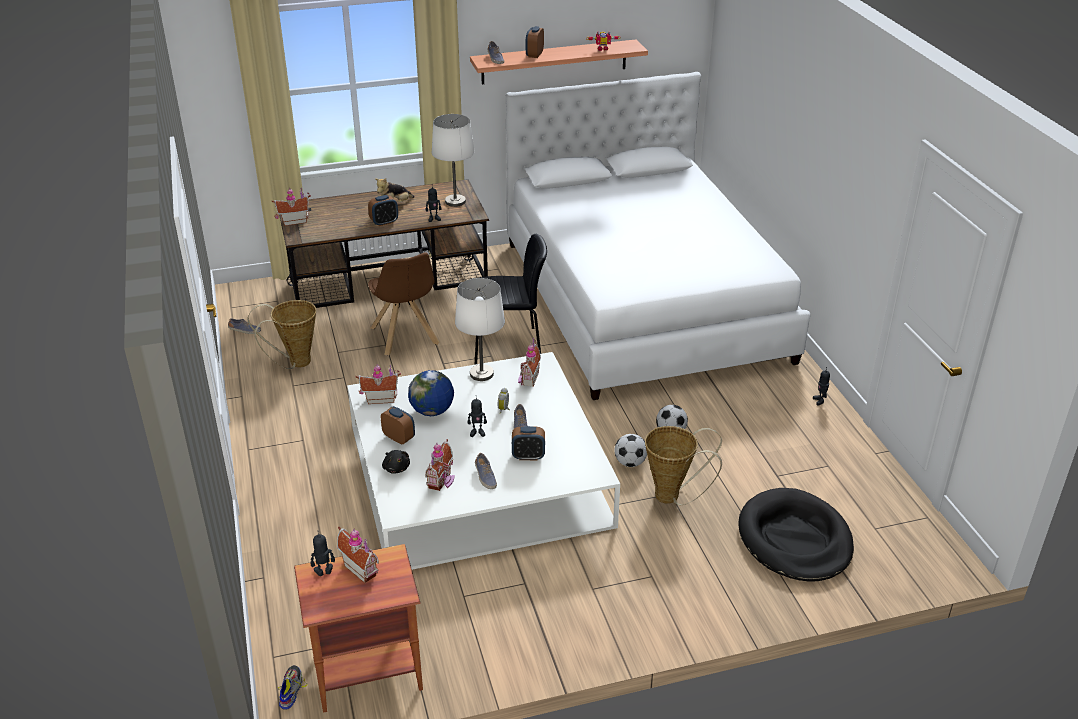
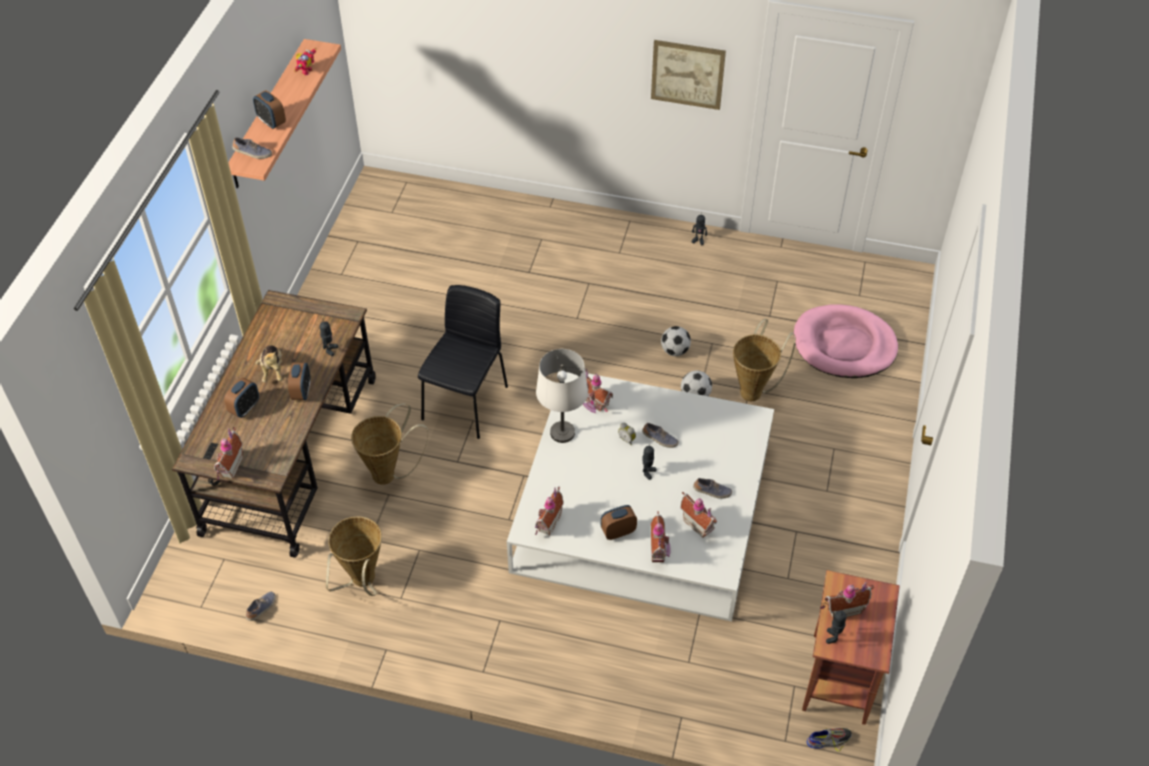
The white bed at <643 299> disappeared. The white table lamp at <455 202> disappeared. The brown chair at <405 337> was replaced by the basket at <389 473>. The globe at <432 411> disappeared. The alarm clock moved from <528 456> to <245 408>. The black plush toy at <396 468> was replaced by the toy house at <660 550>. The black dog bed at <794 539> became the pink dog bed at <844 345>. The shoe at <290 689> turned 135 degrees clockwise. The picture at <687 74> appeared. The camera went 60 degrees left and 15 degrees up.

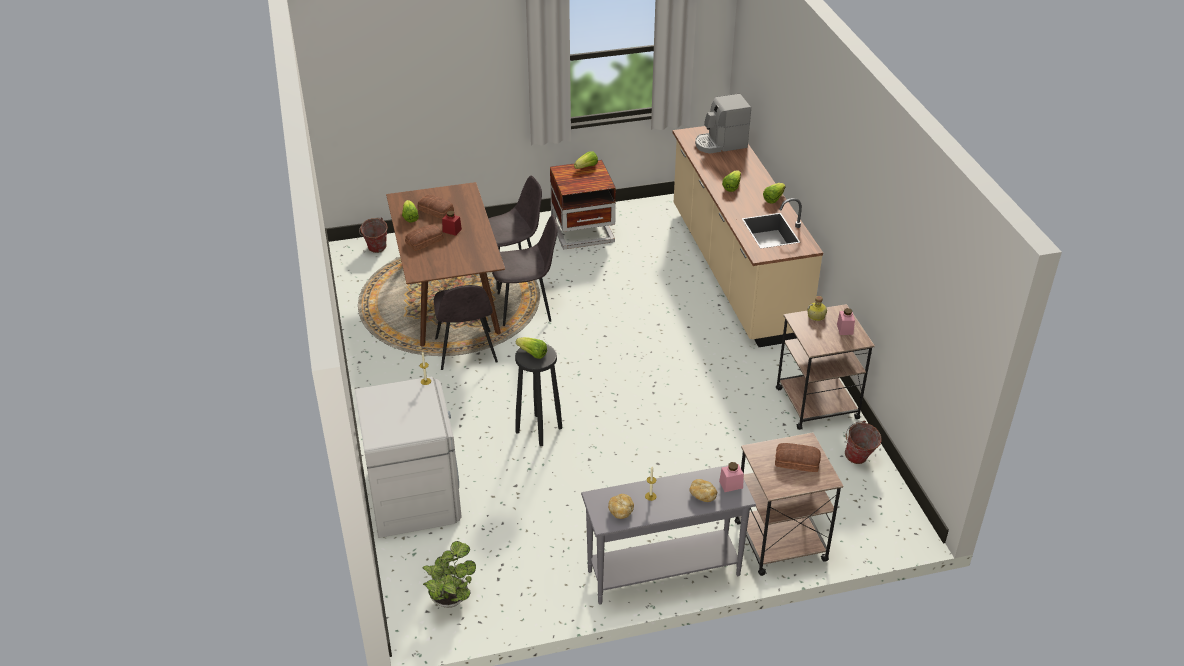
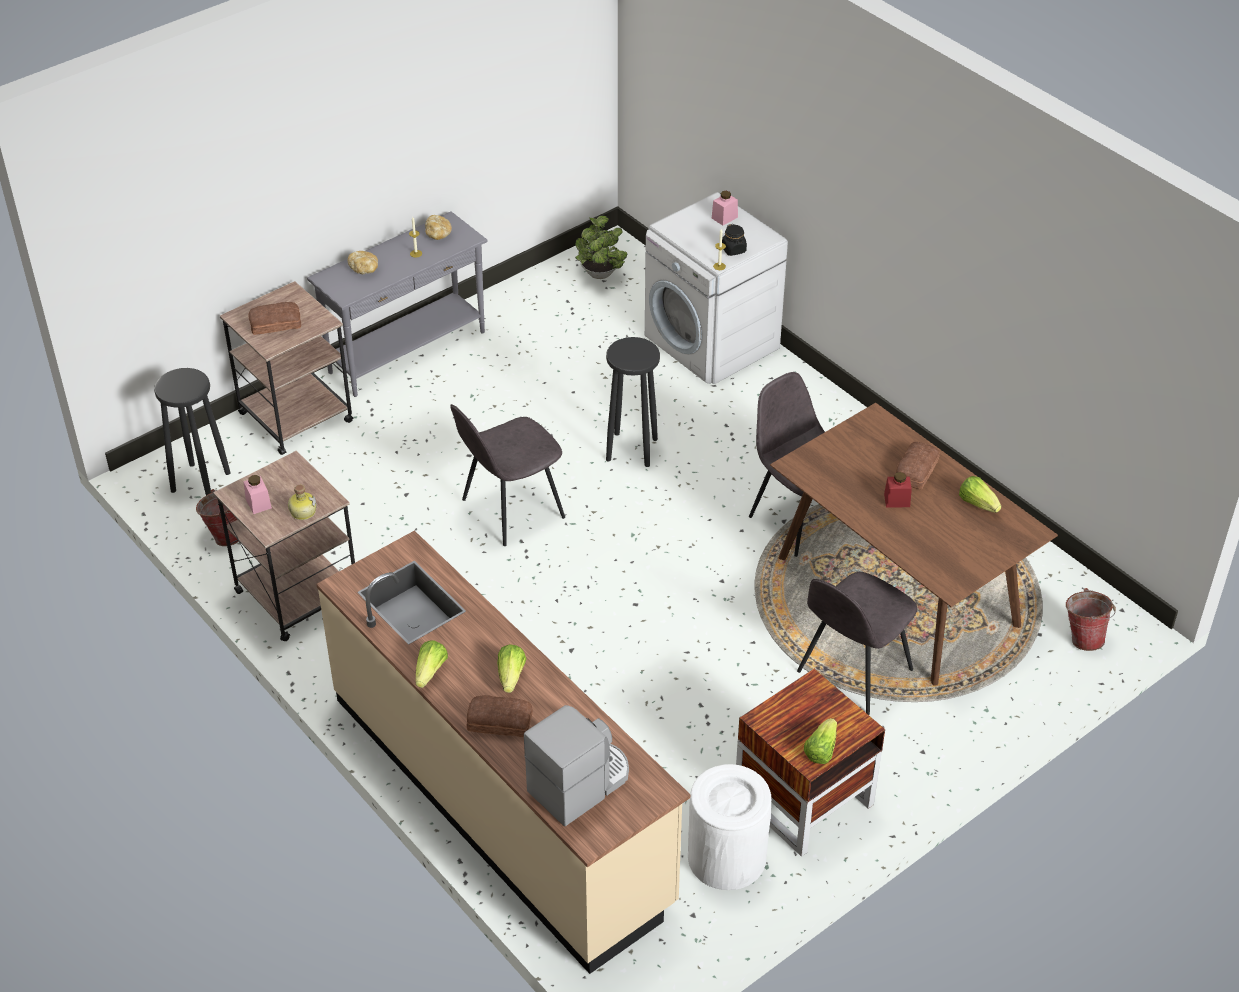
The bread moved from <435 211> to <499 721>. The grey chair moved from <526 307> to <510 510>. The lettuce at <532 354> disappeared. The pink jar moved from <731 485> to <724 217>. The black jar at <733 250> appeared. The black stool at <201 481> appeared. The white trash can at <727 857> appeared. The camera went 155 degrees right and 5 degrees up.

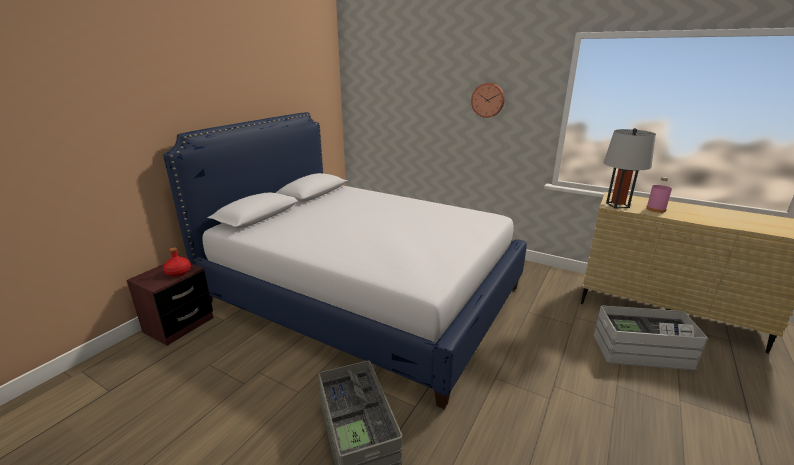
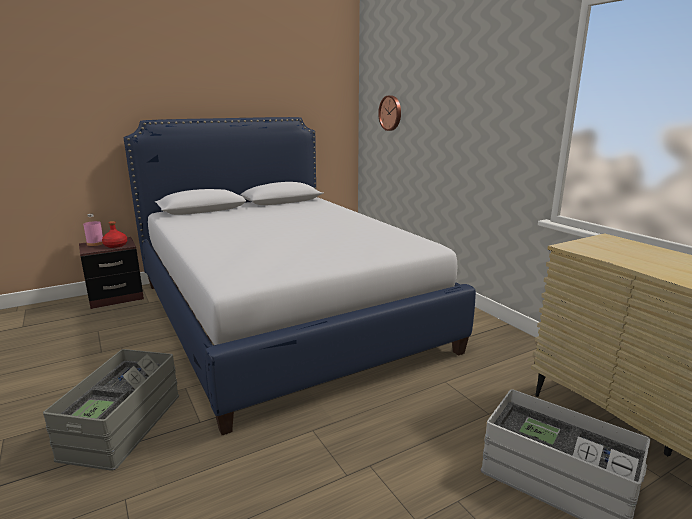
The wall clock moved from <488 100> to <391 113>. The grey table lamp at <617 205> disappeared. The pink bottle moved from <655 209> to <95 243>. The camera went 30 degrees right and 5 degrees down.

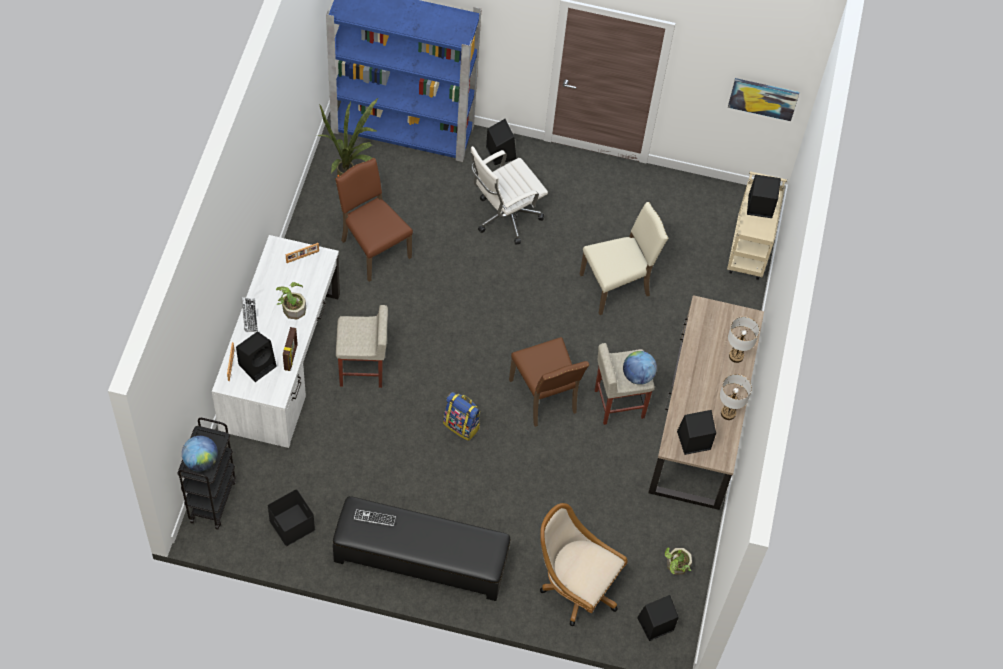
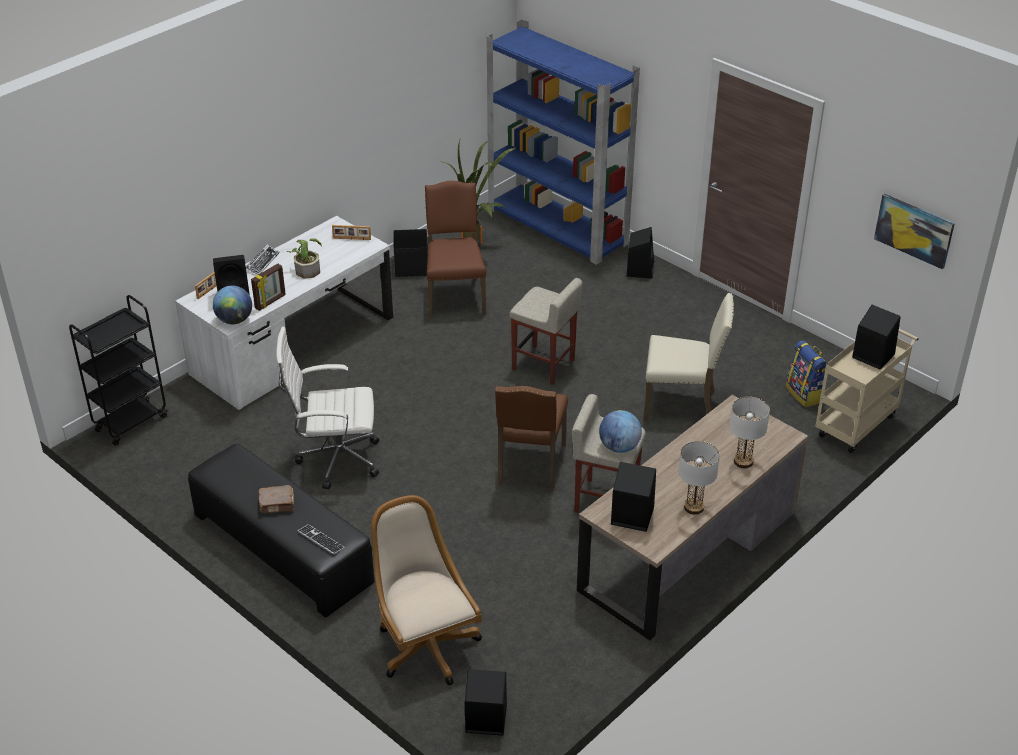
The white office chair moved from <505 218> to <335 460>. The beige stool moved from <362 369> to <544 365>. The backpack moved from <462 425> to <805 394>. The globe moved from <201 461> to <234 320>. The black storage box moved from <291 524> to <410 266>. The keyboard moved from <374 518> to <321 540>. The potted plant at <676 566> disappeared. The brown book at <277 504> appeared. The camera went 35 degrees right and 20 degrees down.

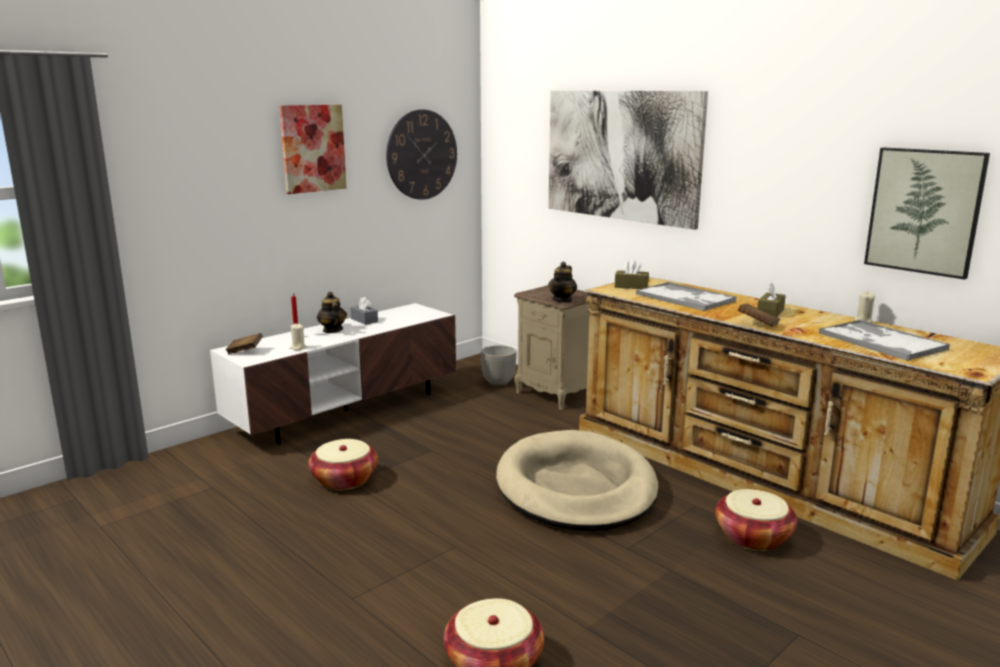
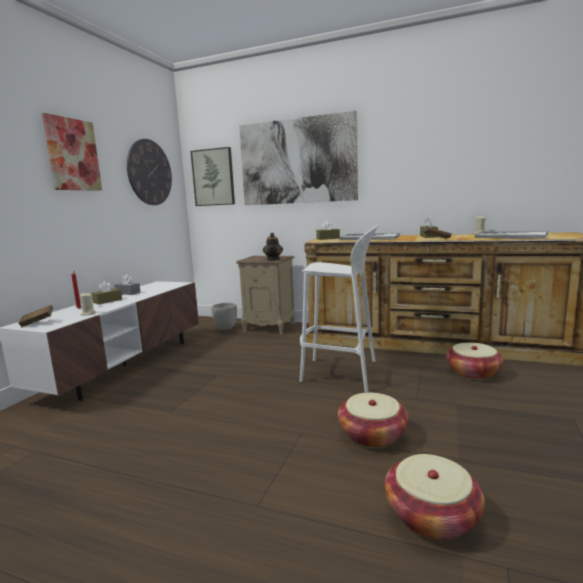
The picture moved from <924 211> to <213 177>. The teapot at <332 330> was replaced by the brown tissue box at <107 301>. The beige dog bed at <576 487> was replaced by the white stool at <341 373>. The basket moved from <344 480> to <372 435>. The camera went 25 degrees left and 5 degrees down.

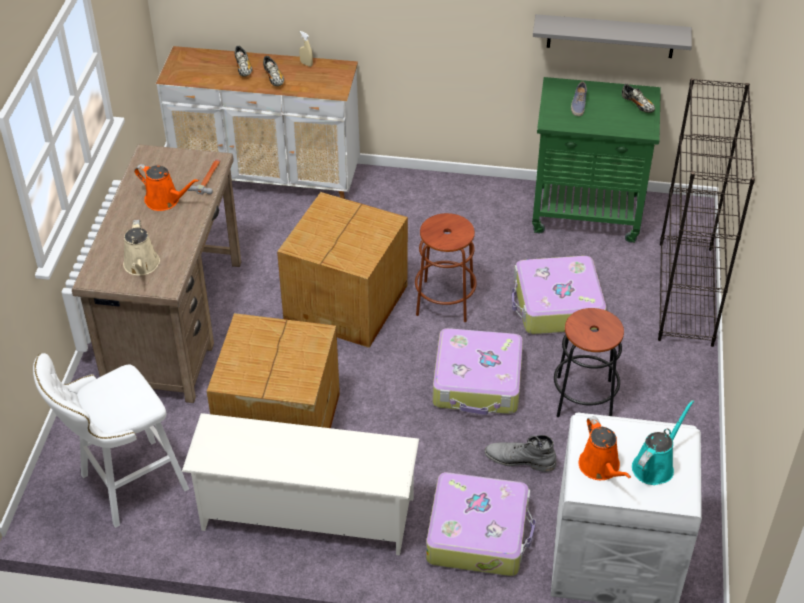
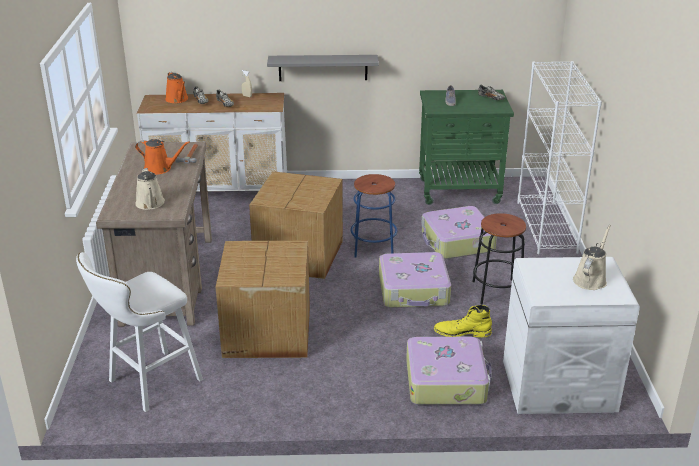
The grey shelf moved from <611 36> to <323 67>. The black bookcase at <686 294> became the white bookcase at <547 227>. The brown stool at <445 301> became the blue stool at <373 247>. The turquoise watering can at <655 465> became the beige watering can at <590 279>. The white shoe rack at <306 514> disappeared. The orange watering can moved from <601 467> to <177 99>. The grey boot at <520 459> became the yellow boot at <462 332>. The camera went 10 degrees left and 15 degrees down.

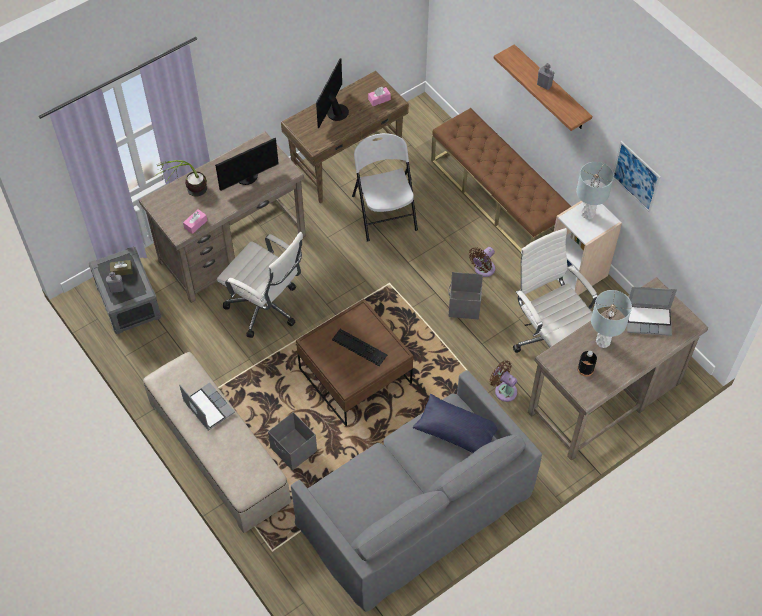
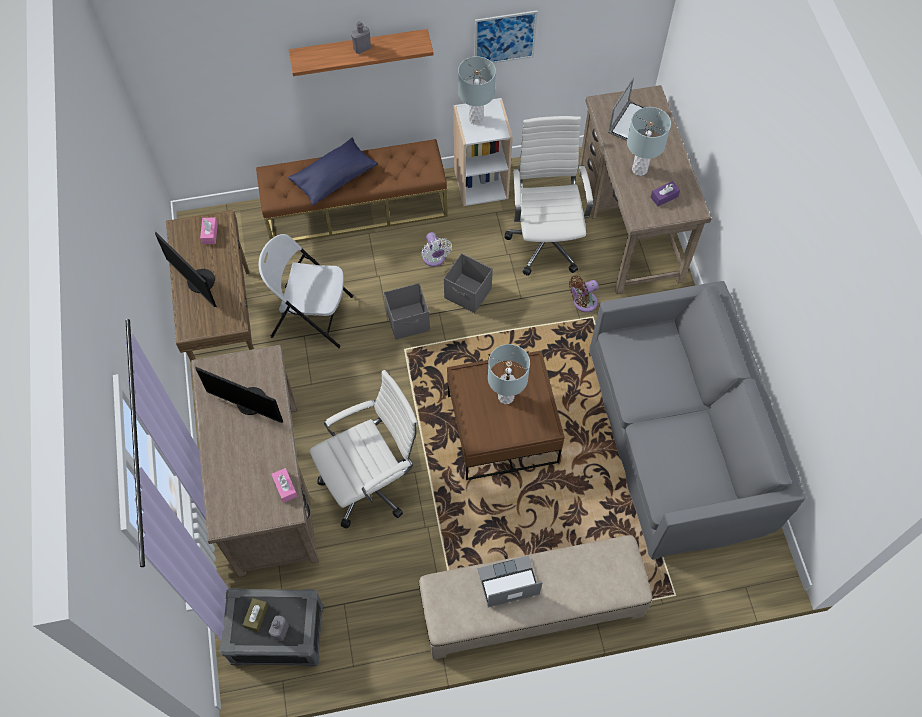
The monitor at <247 177> turned 120 degrees clockwise. The potted plant at <187 195> disappeared. The white office chair at <549 340> turned 90 degrees clockwise. The brown fan at <483 270> became the white fan at <434 259>. The keyboard at <359 347> was replaced by the grey table lamp at <505 397>. The black bottle at <585 369> was replaced by the purple tissue box at <664 197>. The blue pillow moved from <457 431> to <334 178>. The grey storage box moved from <294 450> to <408 321>. The camera went 65 degrees left and 5 degrees up.

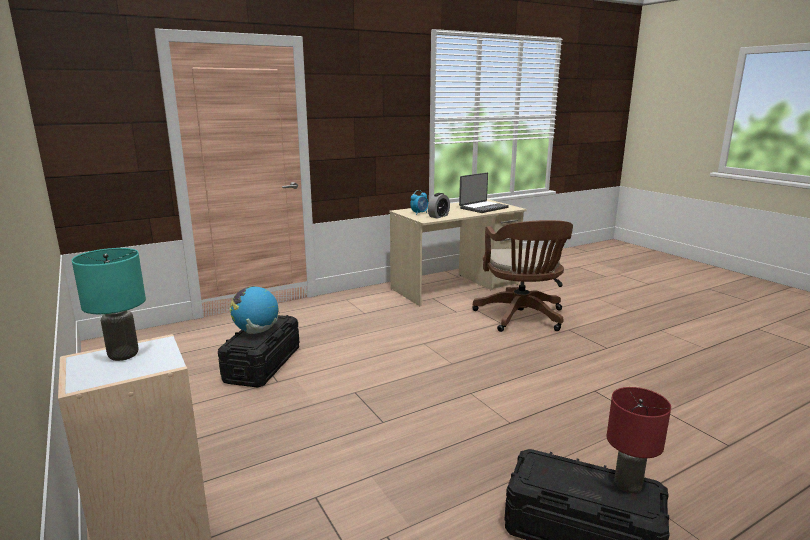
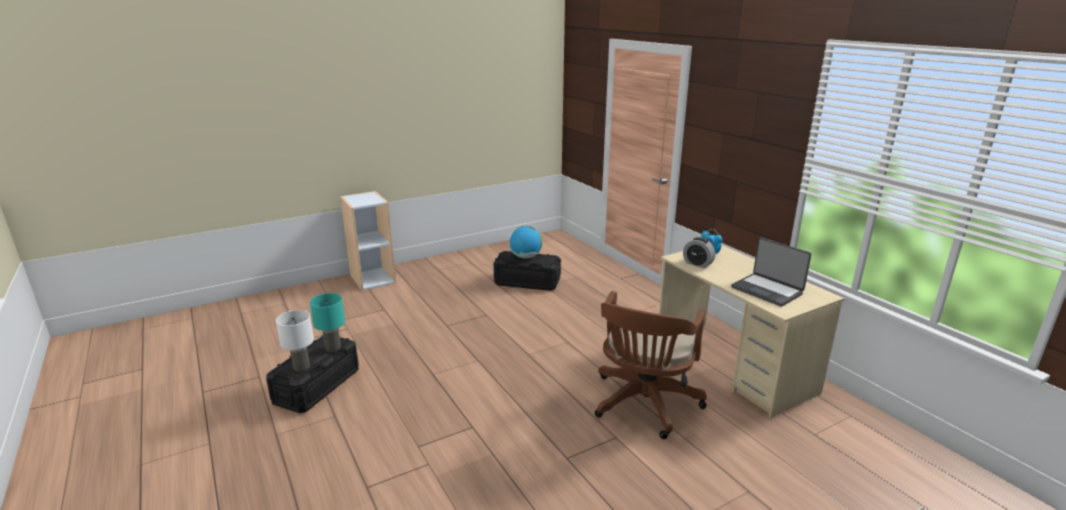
The brown office chair at <521 318> turned 60 degrees counterclockwise. The turquoise table lamp moved from <125 355> to <333 349>. The red table lamp at <628 485> became the white table lamp at <302 369>. The camera went 90 degrees right and 5 degrees up.

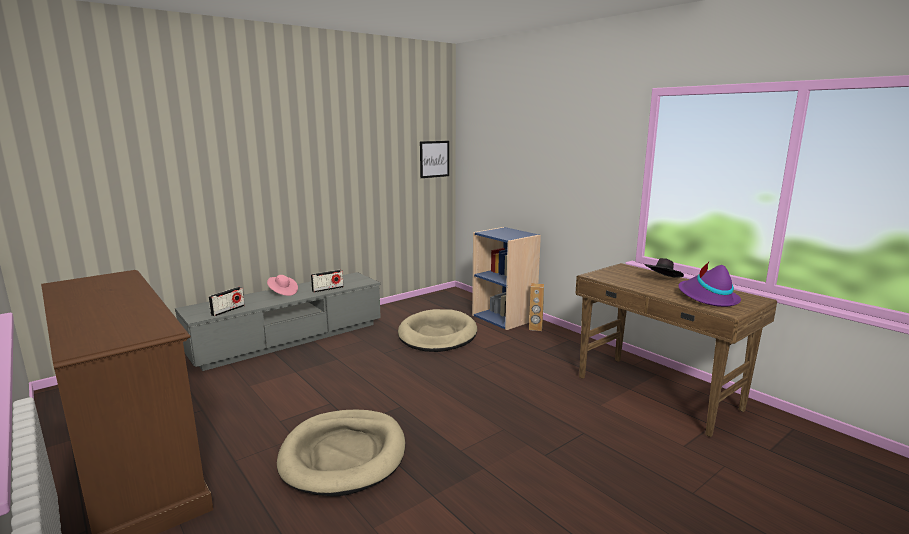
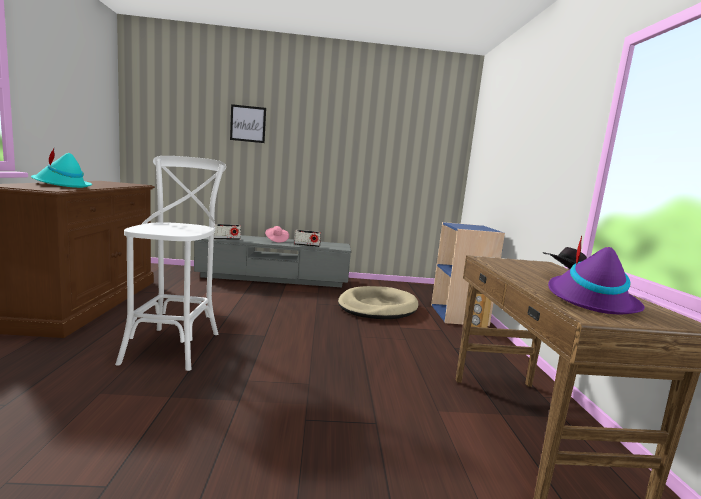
The picture moved from <434 159> to <248 124>. The beige dog bed at <344 455> was replaced by the white stool at <175 345>. The turquoise hat at <61 185> appeared. The camera went 35 degrees right and 5 degrees down.

